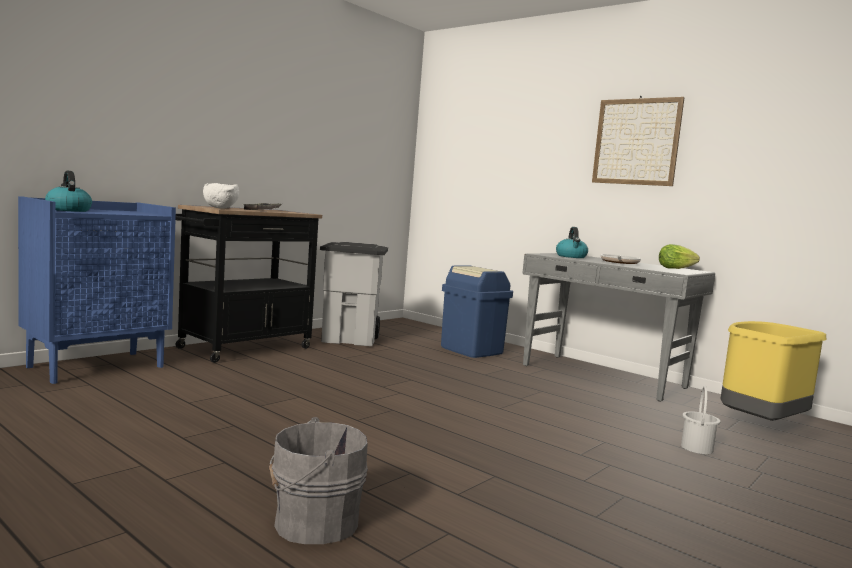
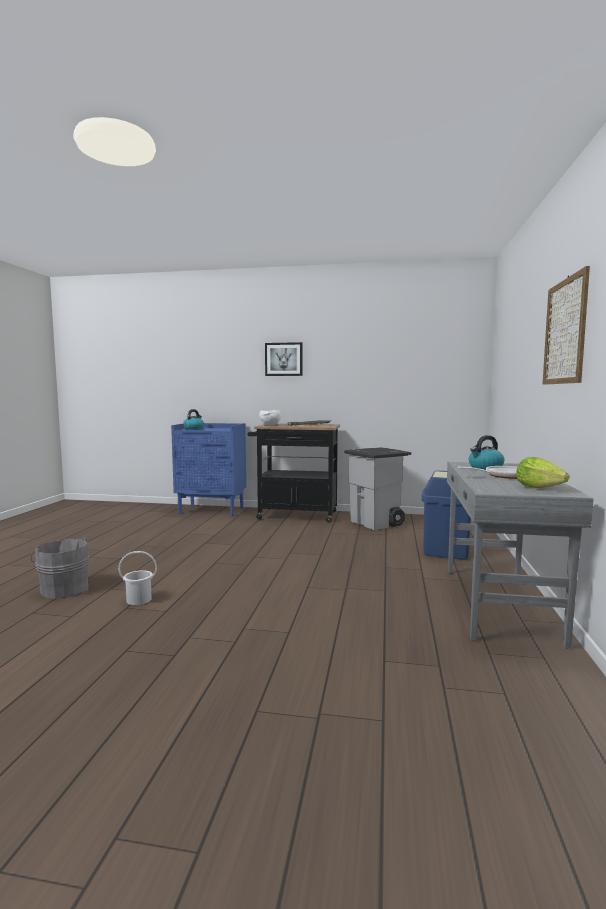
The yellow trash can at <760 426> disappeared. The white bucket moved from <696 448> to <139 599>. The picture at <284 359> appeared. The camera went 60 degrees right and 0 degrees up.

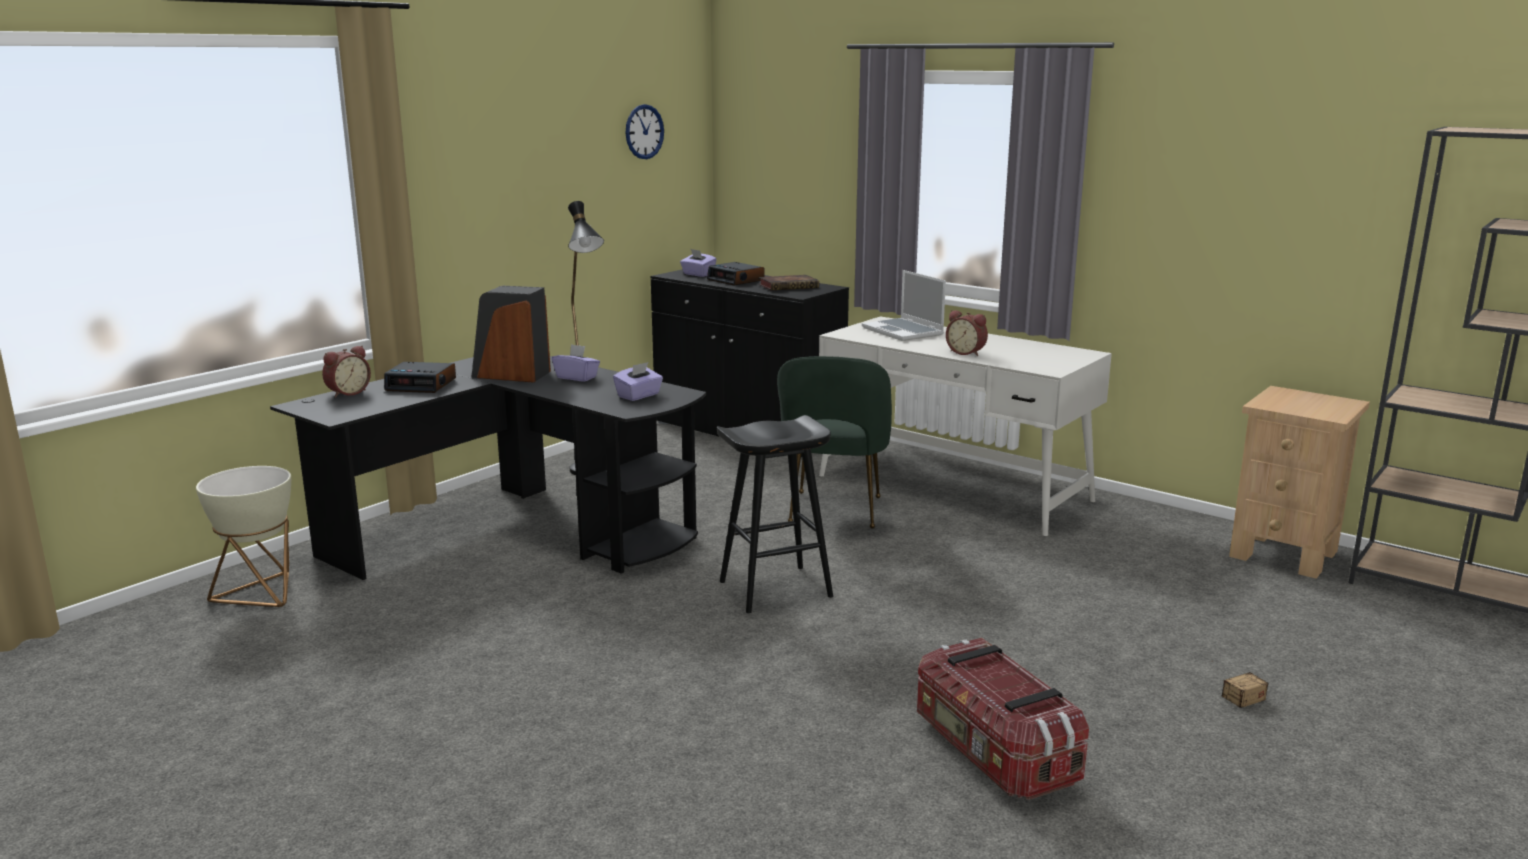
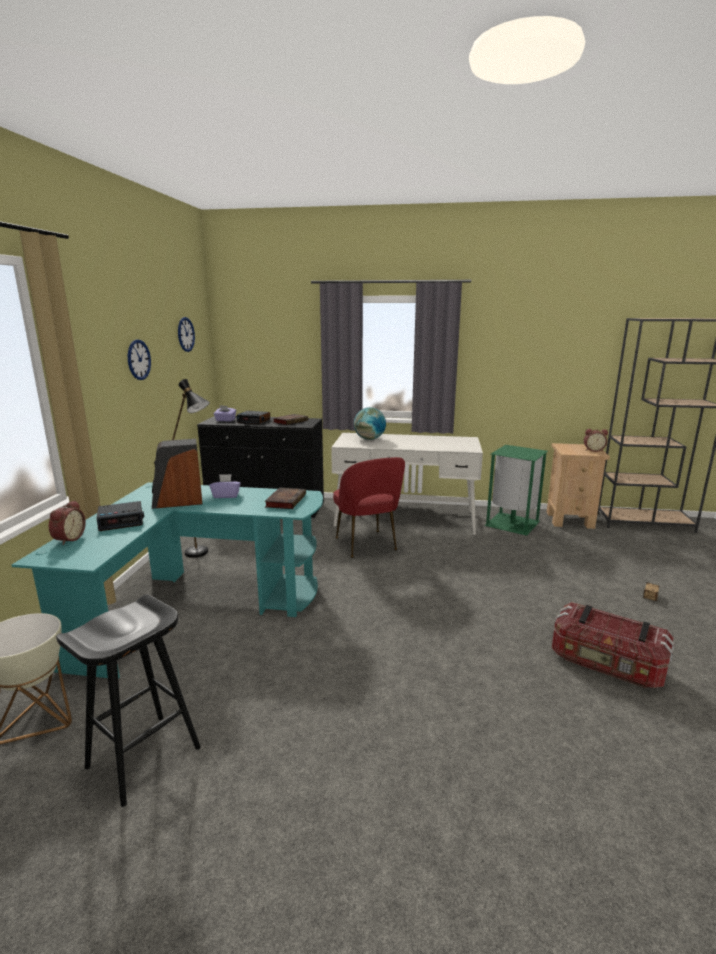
The laptop at <904 331> was replaced by the globe at <369 439>. The alarm clock moved from <966 352> to <593 450>. The black desk at <514 531> became the turquoise desk at <194 607>. The green chair at <833 513> became the red chair at <367 546>. The purple tissue box at <639 396> was replaced by the book at <286 501>. The black stool moved from <774 590> to <143 759>. The wall clock at <139 359> appeared. The green trash can at <513 523> appeared. The camera went 30 degrees left and 0 degrees up.

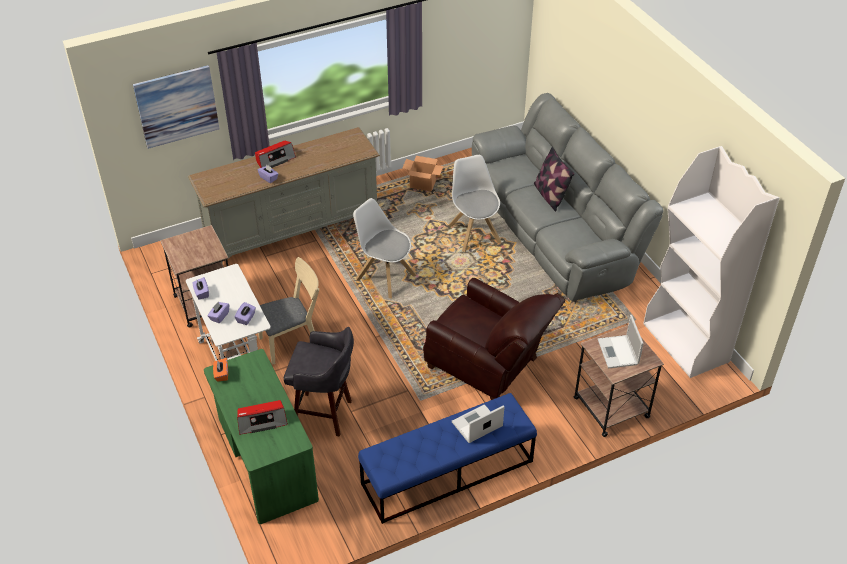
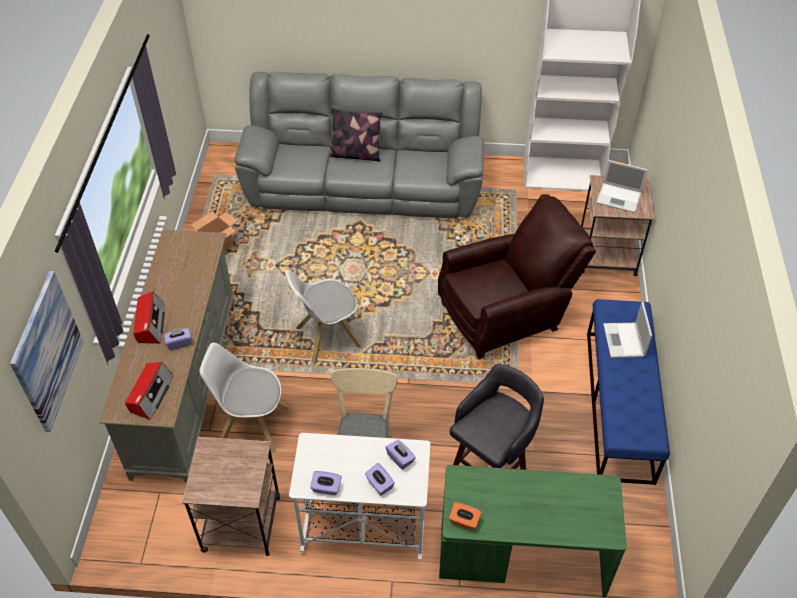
The chair moved from <474 232> to <252 424>. The radio moved from <262 421> to <150 395>. The camera went 60 degrees left and 5 degrees up.

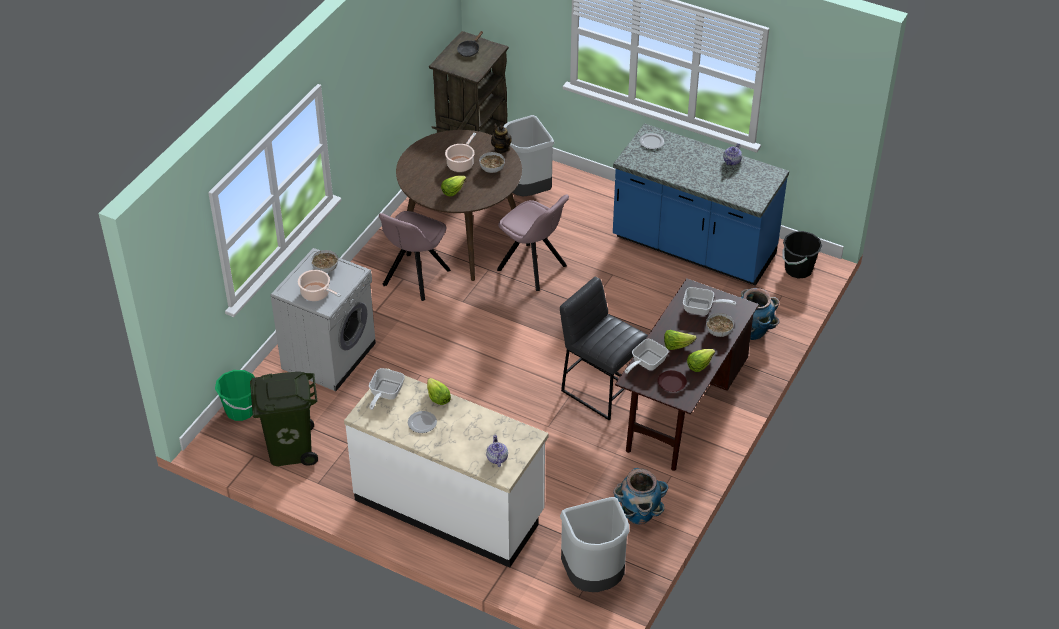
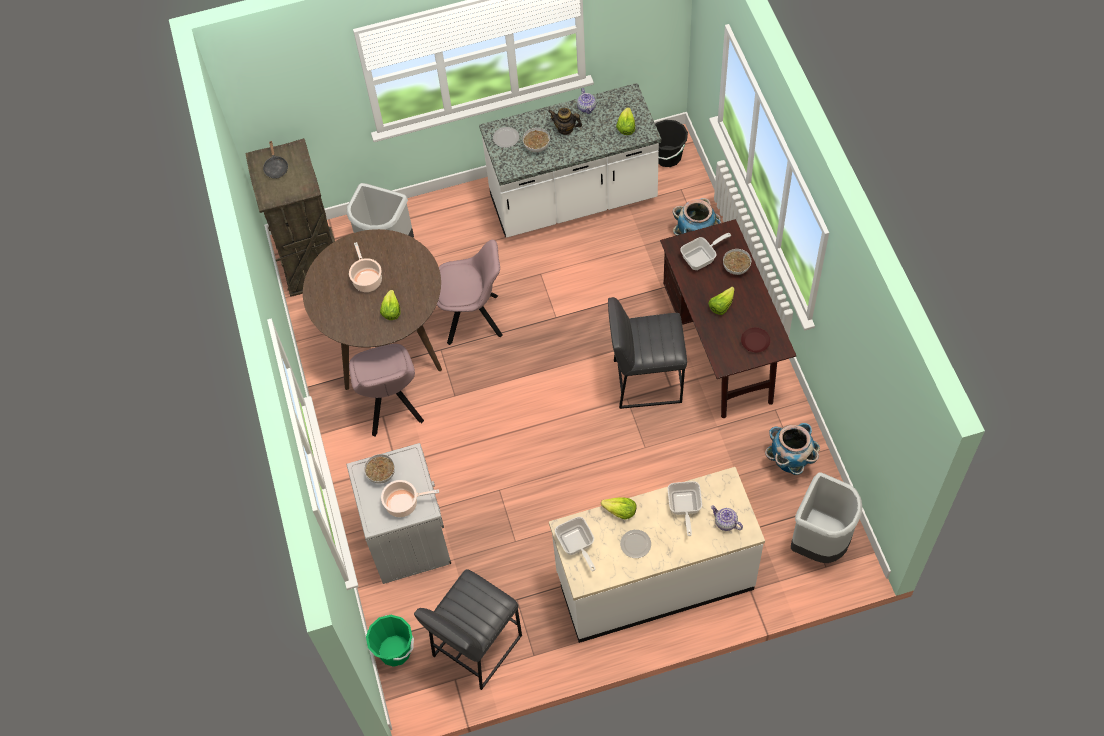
The teapot moved from <501 148> to <565 129>. The blue counter at <693 248> became the white counter at <573 200>. The bowl moved from <492 169> to <537 146>. The frying pan moved from <646 363> to <684 508>. The lettuce moved from <699 364> to <626 127>. The green trash can at <290 448> was replaced by the grey stool at <476 646>. The camera went 40 degrees left and 15 degrees up.

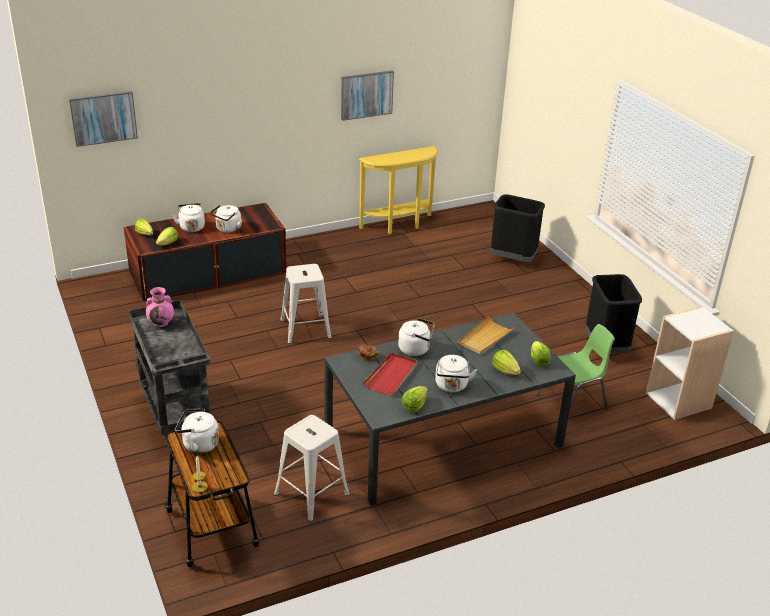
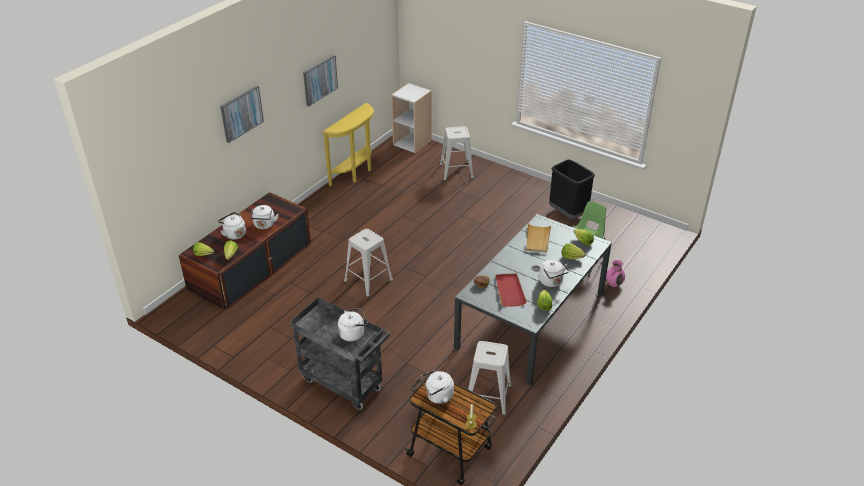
The picture moved from <103 118> to <241 113>. The black trash can at <513 259> was replaced by the white stool at <456 171>. The pink vase moved from <161 322> to <614 283>. The bookcase moved from <679 401> to <412 143>. The white kettle moved from <416 349> to <353 333>. The camera went 30 degrees left and 5 degrees up.

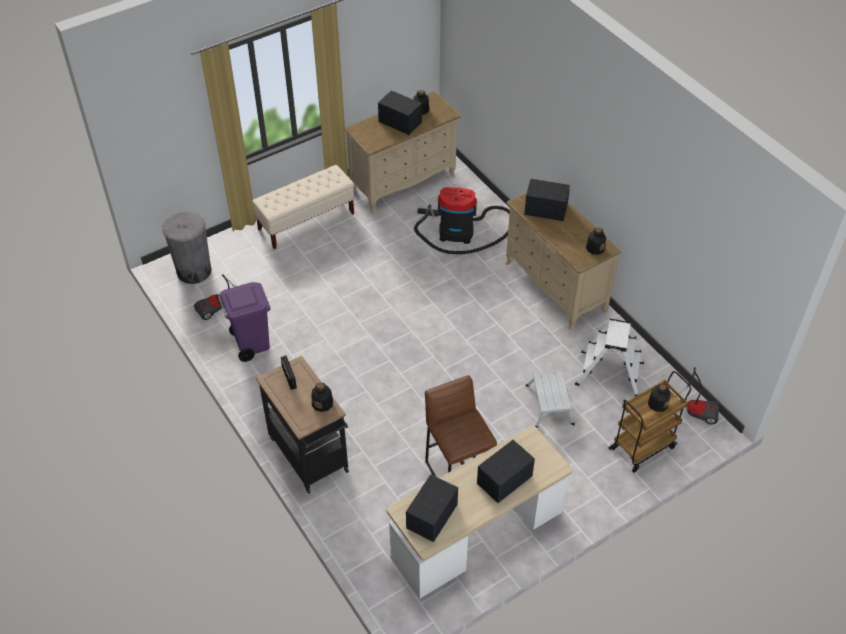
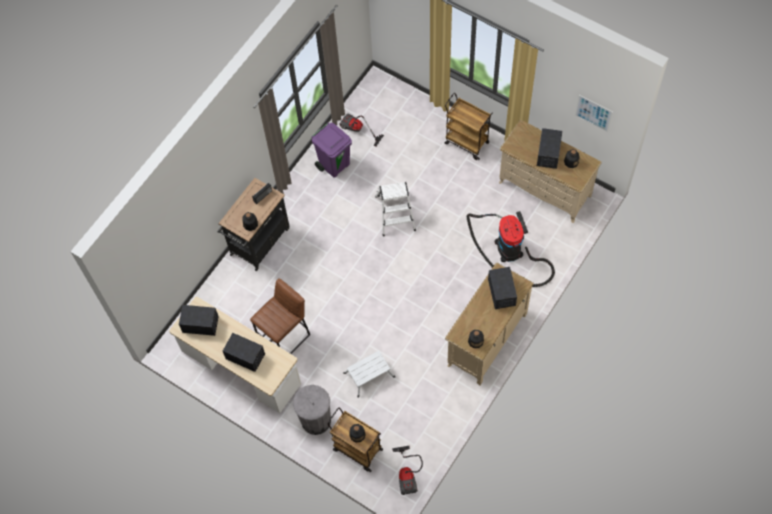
The beige bench at <306 221> was replaced by the brown cart at <467 143>. The grey trash can moved from <194 271> to <316 420>. The white step ladder moved from <609 373> to <395 213>. The picture at <593 113> appeared. The camera went 70 degrees right and 15 degrees up.

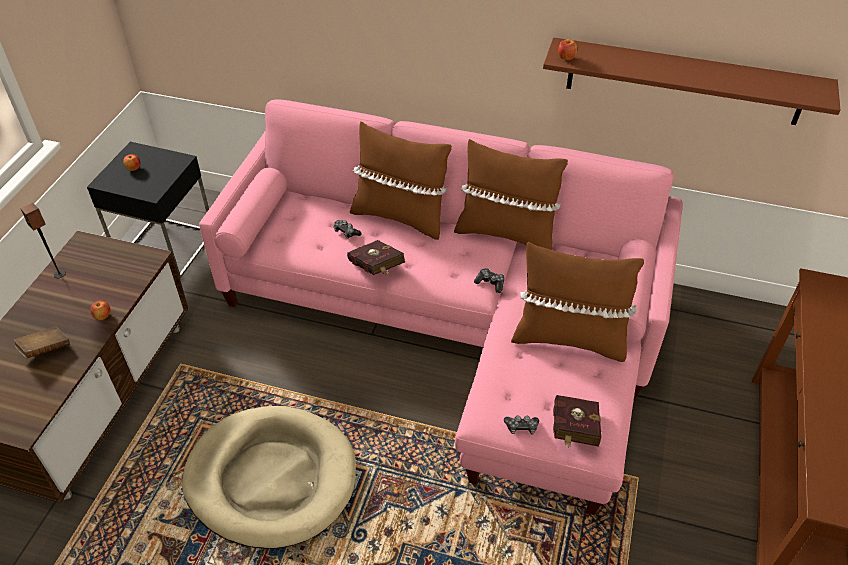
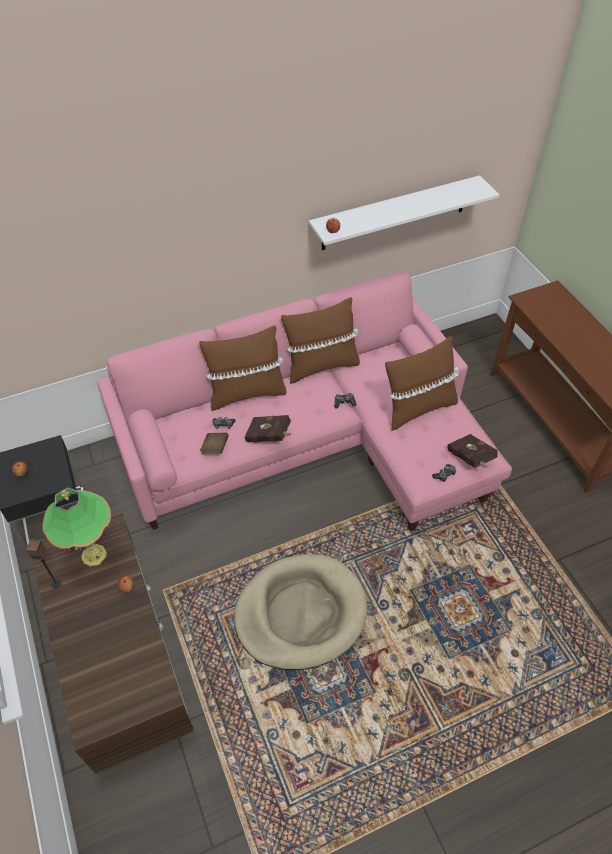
The brown shelf at <684 82> became the white shelf at <395 213>. The brown book moved from <45 350> to <215 448>. The table lamp at <94 555> appeared. The camera went 40 degrees left and 5 degrees up.

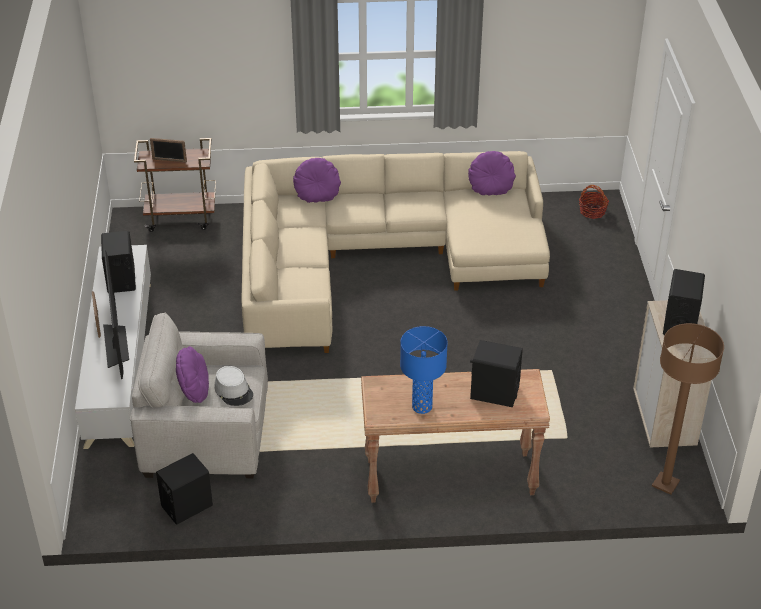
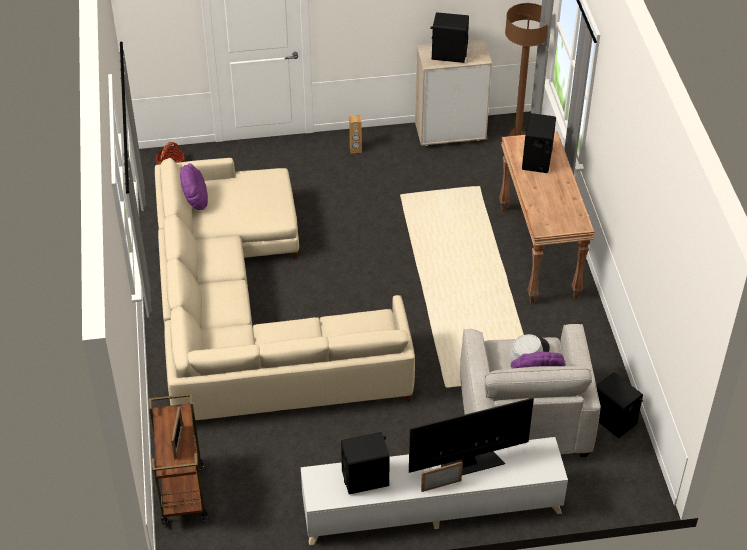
The purple pillow at <317 197> disappeared. The blue table lamp at <422 406> disappeared. The brown speaker at <355 149> appeared. The camera went 95 degrees left and 5 degrees up.

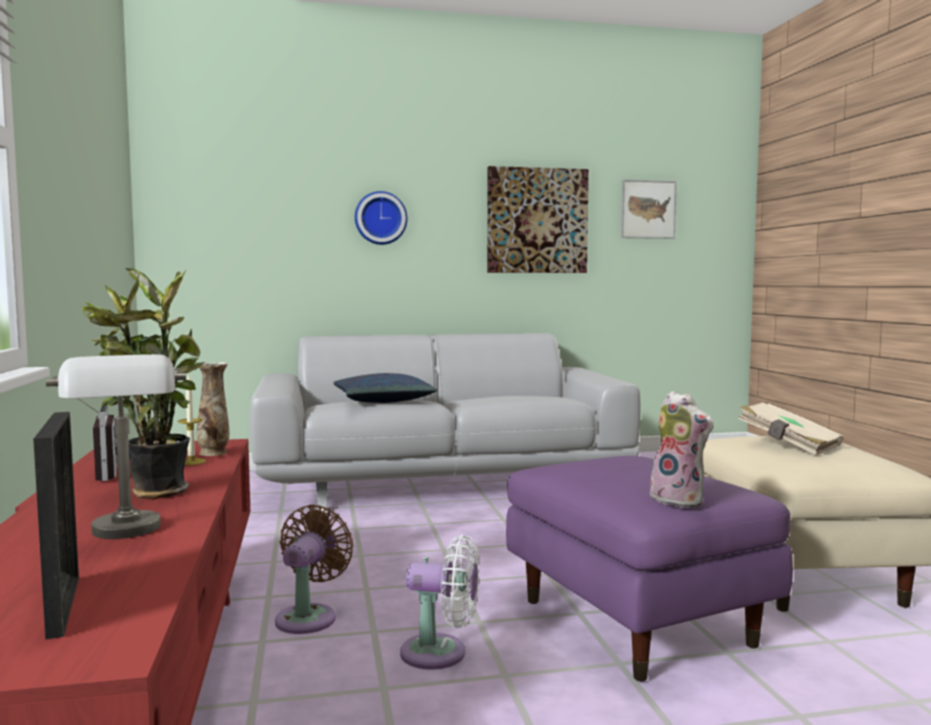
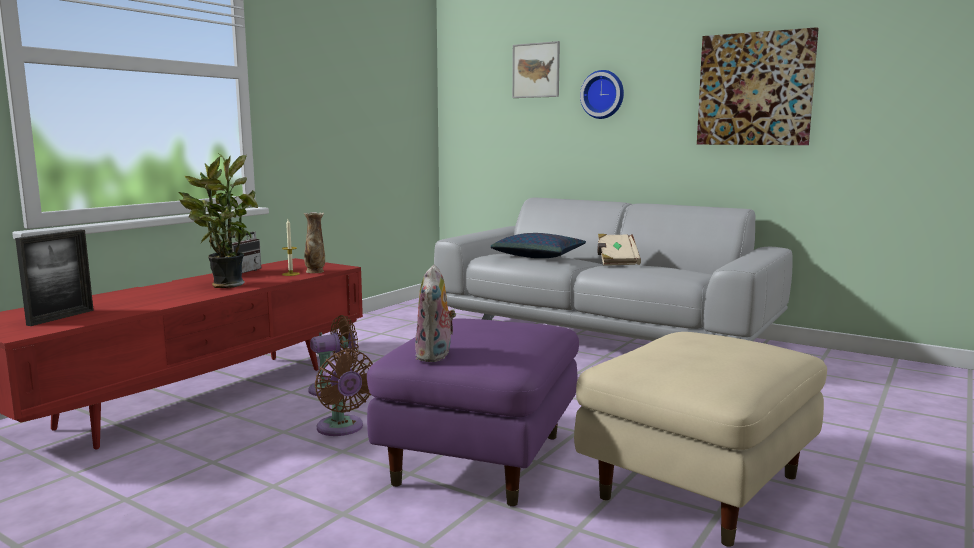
The picture moved from <648 209> to <536 70>. The grey table lamp at <129 535> disappeared. The beige book moved from <788 445> to <616 261>. The white fan at <440 653> became the brown fan at <342 428>. The camera went 45 degrees right and 5 degrees up.

